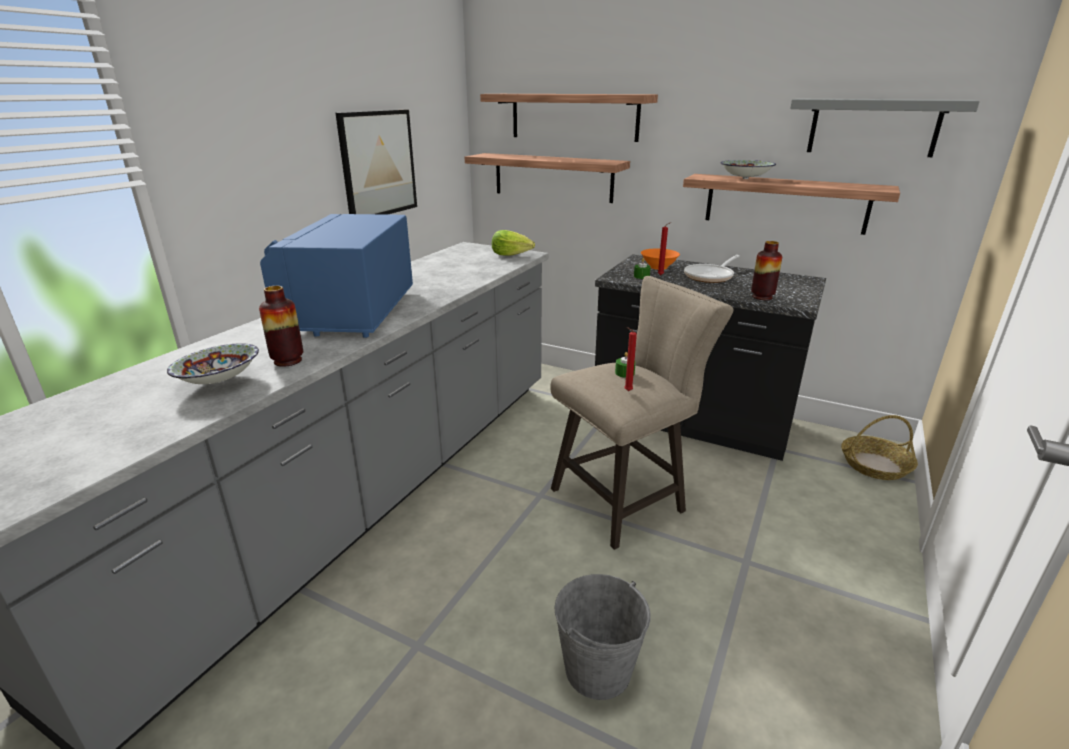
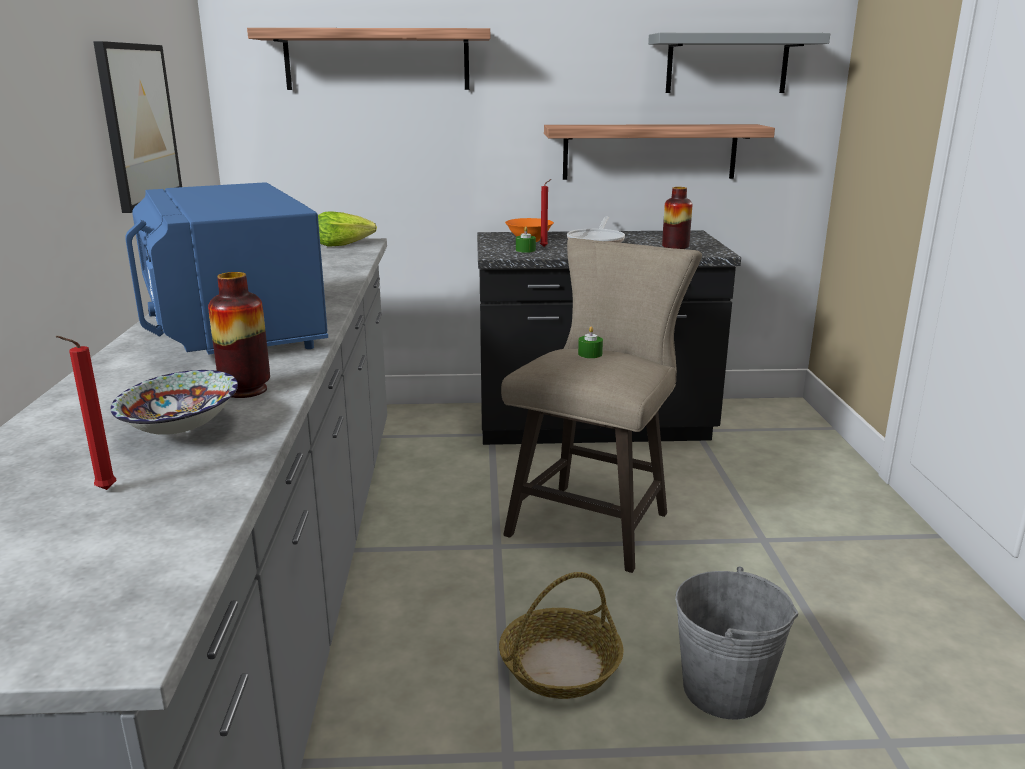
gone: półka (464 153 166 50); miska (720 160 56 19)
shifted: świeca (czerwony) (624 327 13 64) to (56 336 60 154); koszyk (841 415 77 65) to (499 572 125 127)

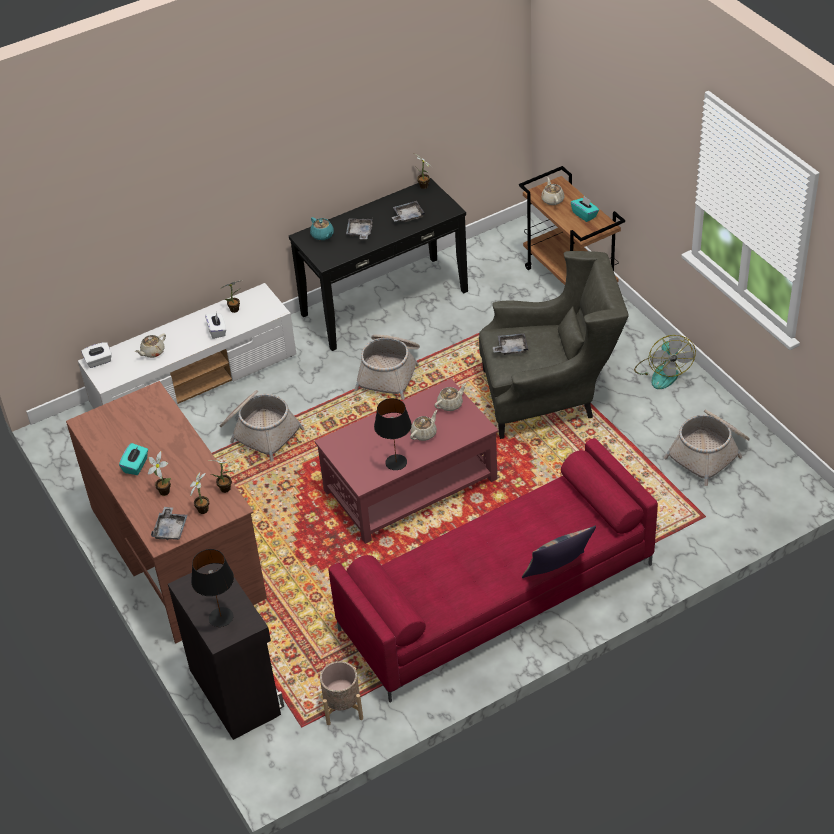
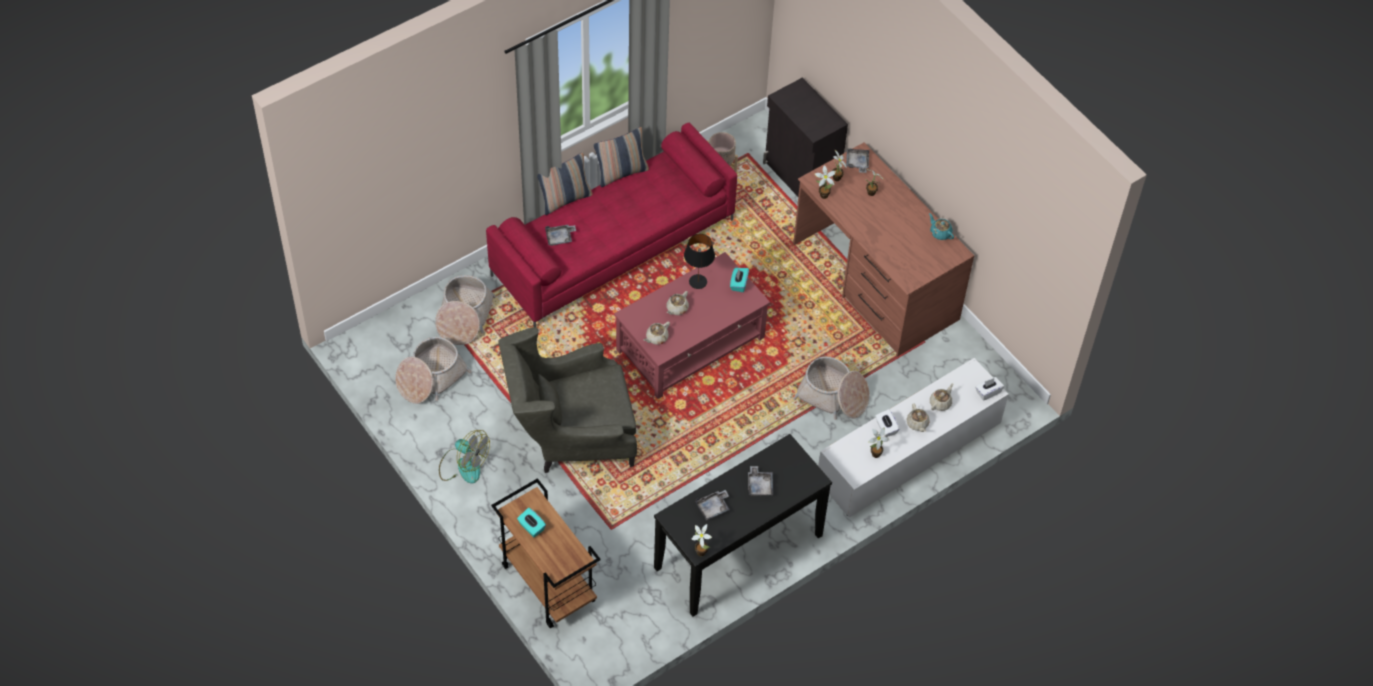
gone: lampa stołowa (czarny) (191 549 43 78)
new: poduszka (594 127 55 60)
shifted: imbryk (beżowy) (541 177 24 28) to (906 403 24 29); imbryk (turkusowy) (310 217 24 23) to (929 213 25 27); taca (szary) (493 333 35 22) to (545 225 31 21); koszyk (354 335 66 65) to (435 275 61 70); pudełko chusteczek (turkusowy) (119 443 29 32) to (730 268 19 24)
rotated: wentylator (634 335 62 54) = (439 430 51 54) 135 degrees clockwise

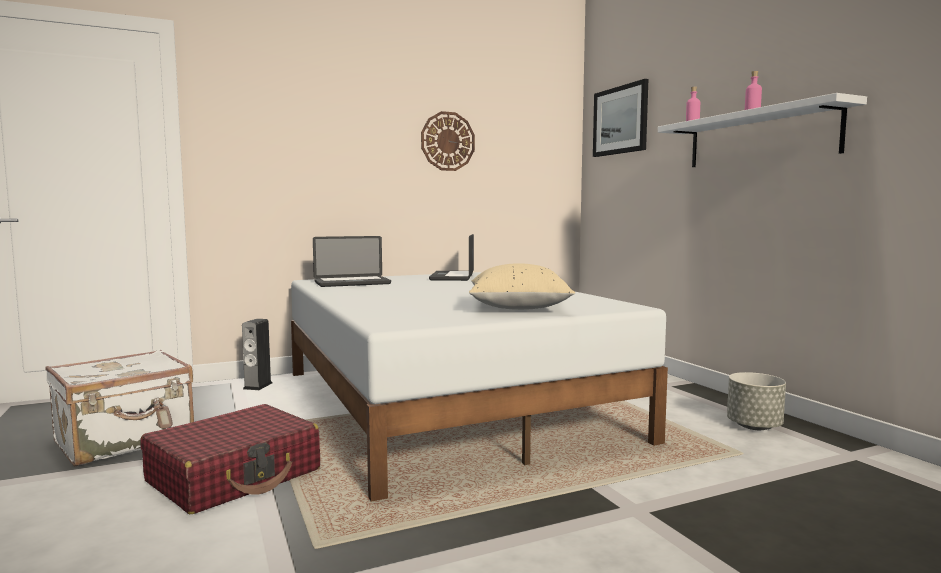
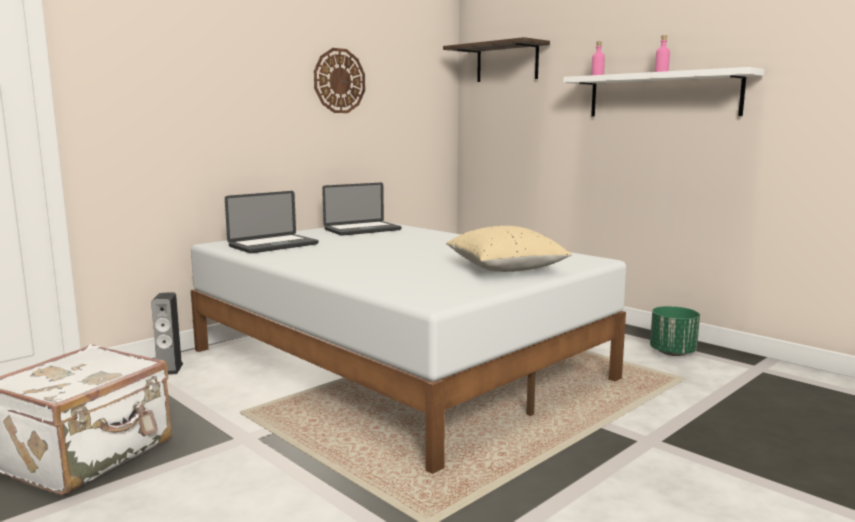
gone: walizka (czerwony) (141 404 179 110)
swapped: obraz (593 79 55 78) to półka (443 37 107 45)
repainted: donica (szary) (727 372 59 58) to donica (zielony) (650 306 50 50)
rotated: laptop (429 234 45 47) = (322 183 80 53) 105 degrees counterclockwise

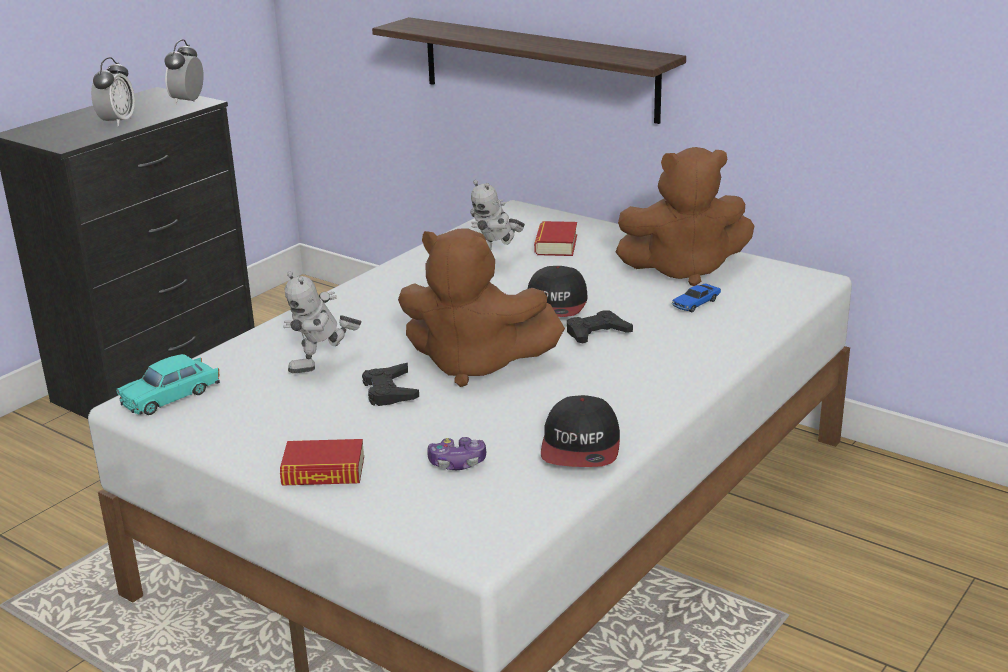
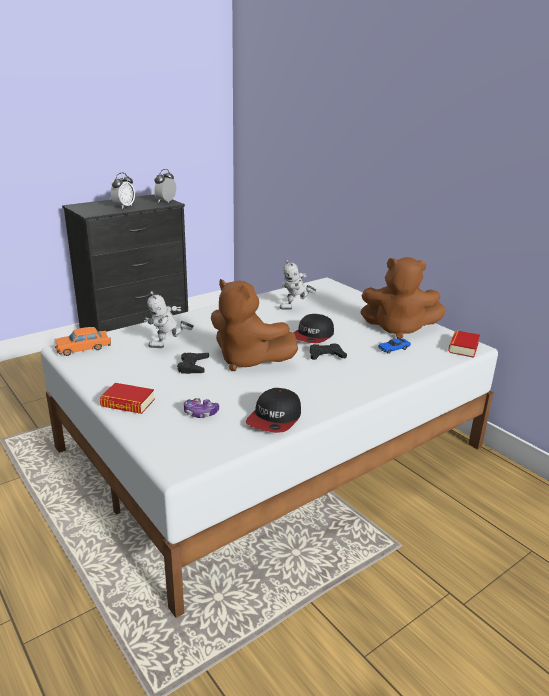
gone: półka (372 17 314 107)
shifted: książka (534 221 43 35) to (448 331 32 27)
repainted: samochodzik (turkusowy) (116 354 104 61) to samochodzik (pomarańczowy) (55 327 56 29)

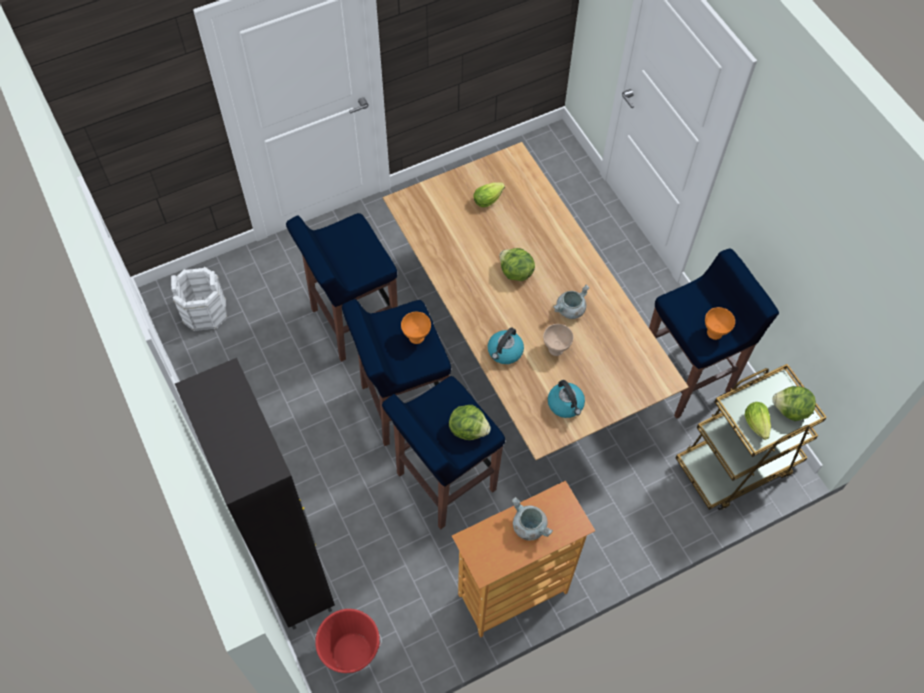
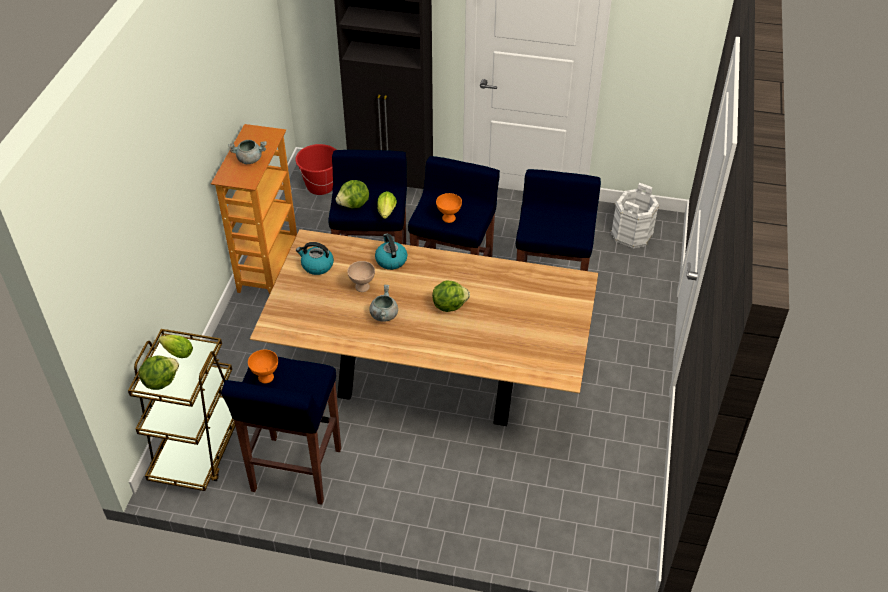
shifted: sałata (474 183 31 24) to (377 191 20 28)

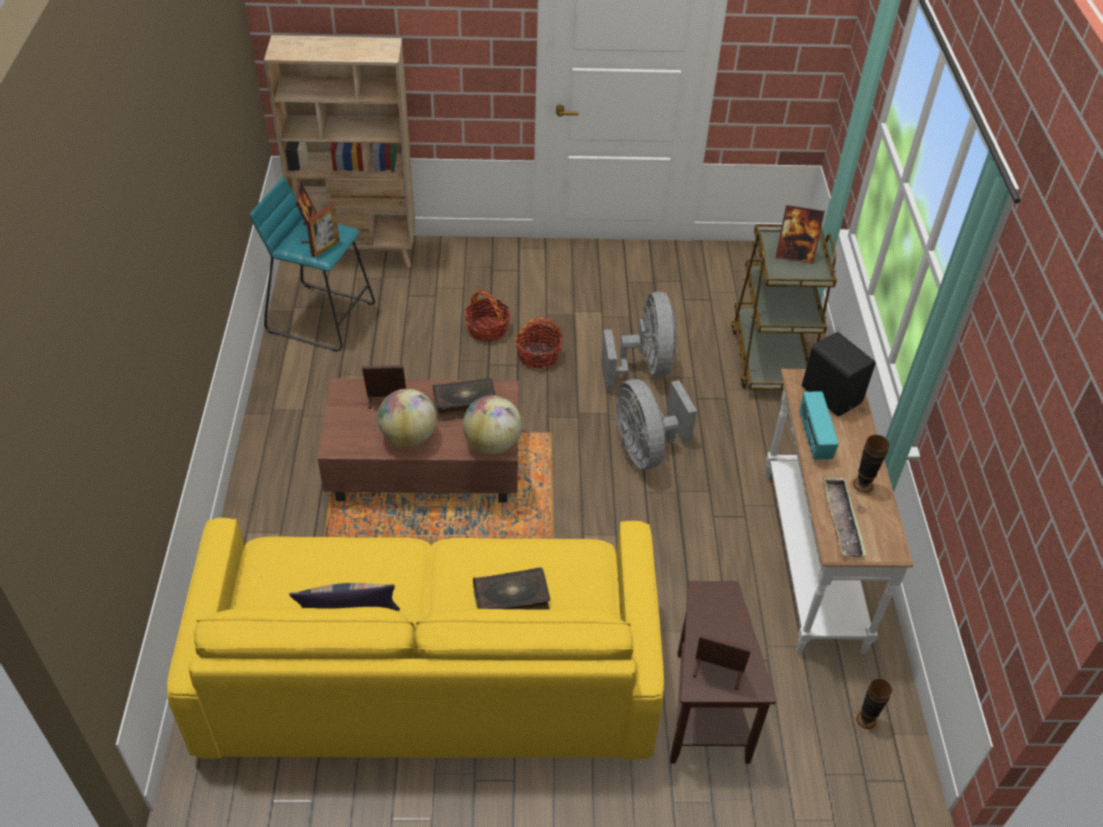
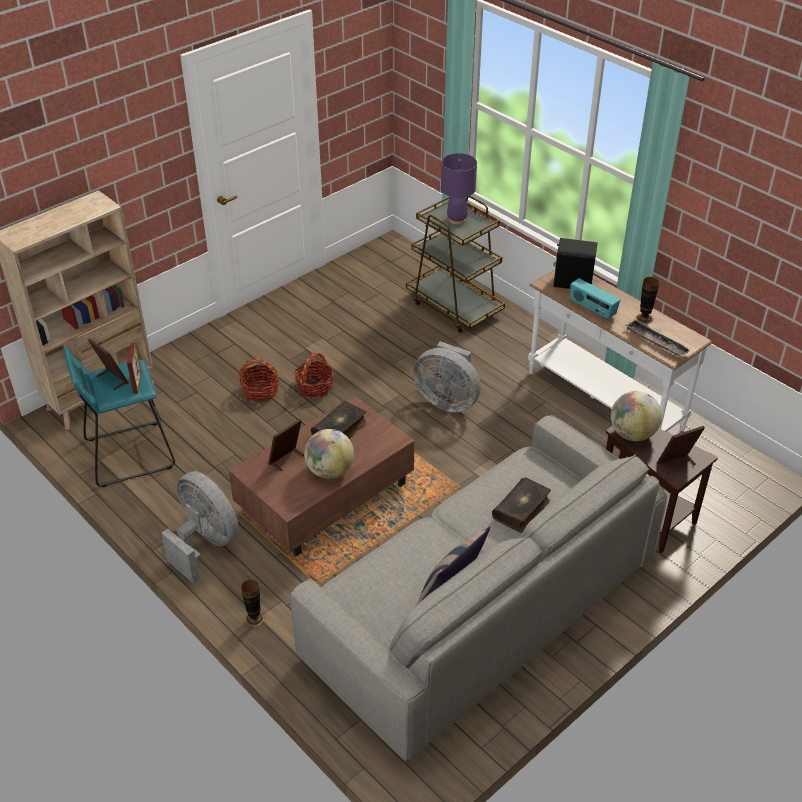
shifted: wentylator (szary) (601 292 76 99) to (162 471 77 113); globus (463 395 59 59) to (611 391 51 50); wazon (854 678 38 54) to (241 579 24 48)
swapped: ramka na zdjęcie (776 205 49 59) to lampa stołowa (fioletowy) (441 153 36 72)
repainted: kanapa (żółty) (167 518 497 242) to kanapa (szary) (290 415 377 347)

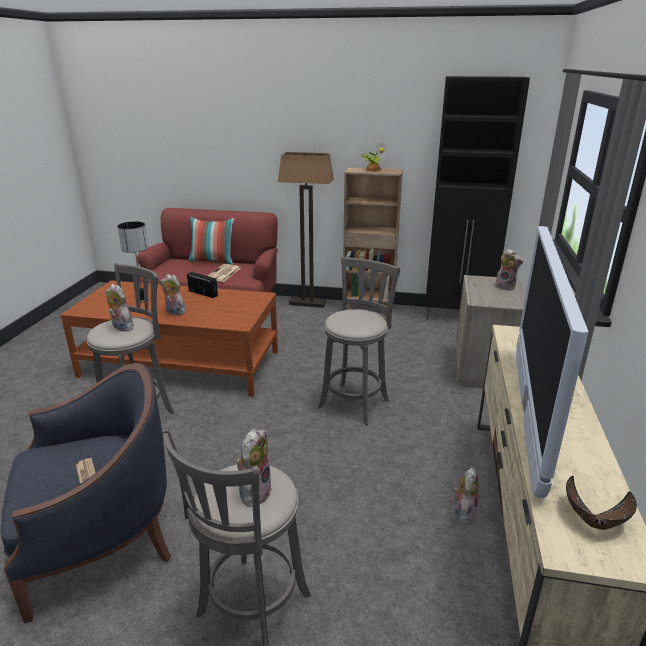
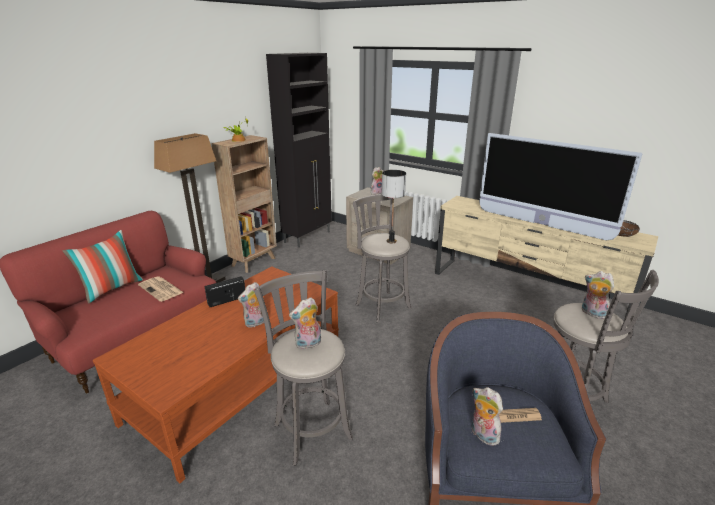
shifted: lampa stołowa (117 221 32 82) to (382 170 24 73); pluszak (454 468 24 56) to (472 387 31 59)

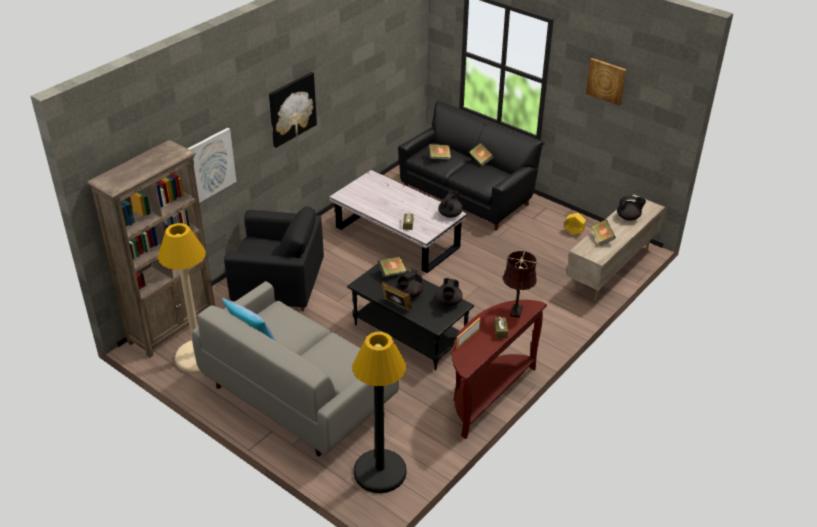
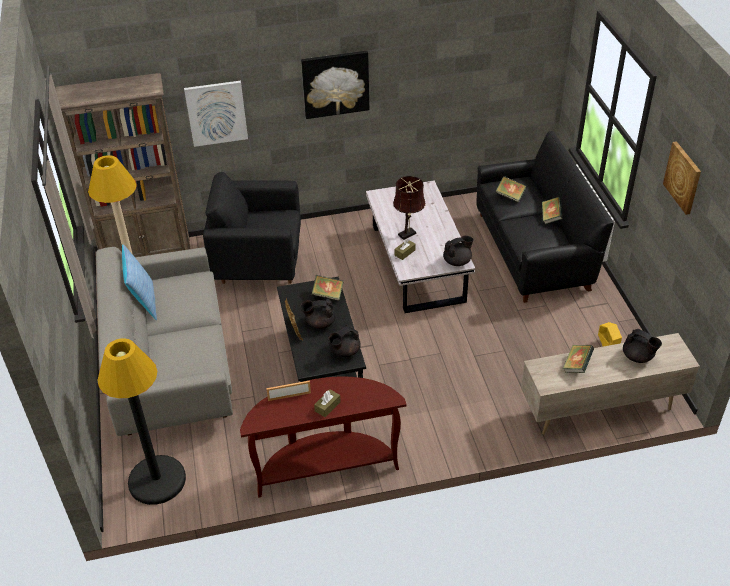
shifted: lampa stołowa (brązowy) (503 251 34 67) to (393 176 33 64)
rotated: fotel (czarny) (224 206 100 105) = (203 172 98 112) 135 degrees clockwise

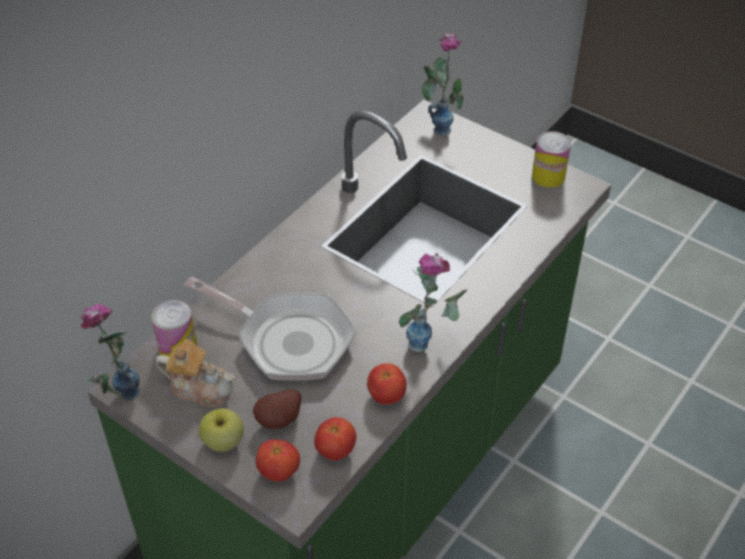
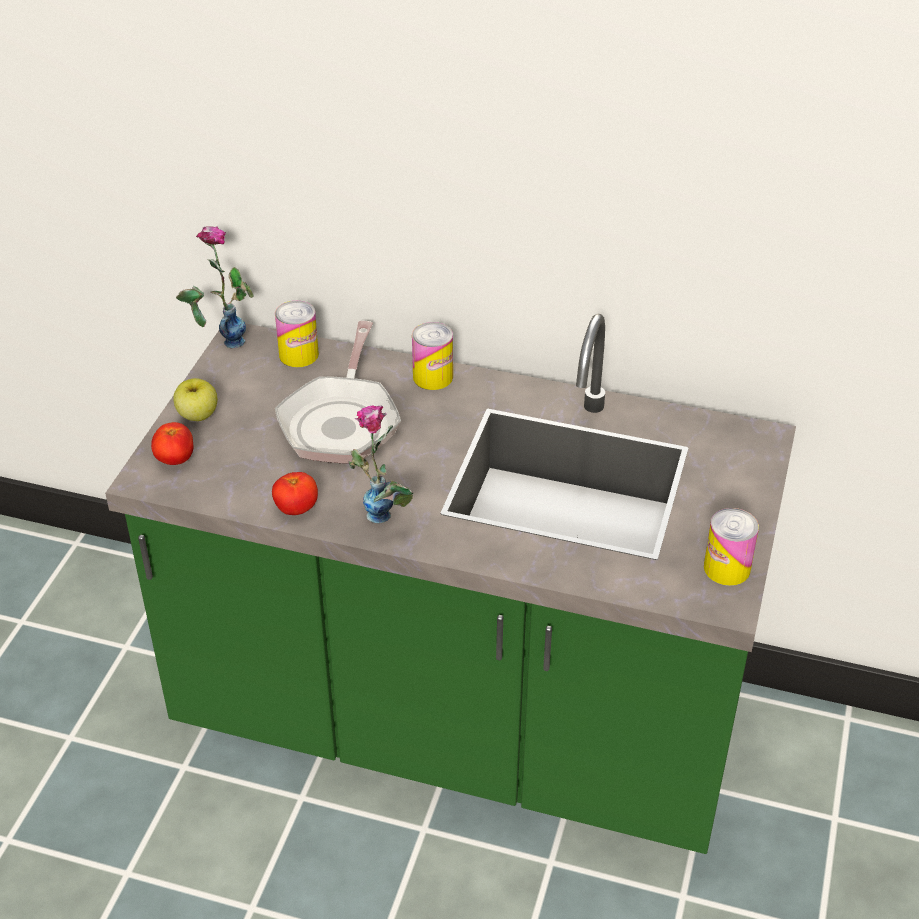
gone: wazon (422 34 42 101); imbryk (156 340 79 67); ziemniak (253 390 48 39); pomidor (314 417 42 43)
new: puszka (412 322 41 68)

